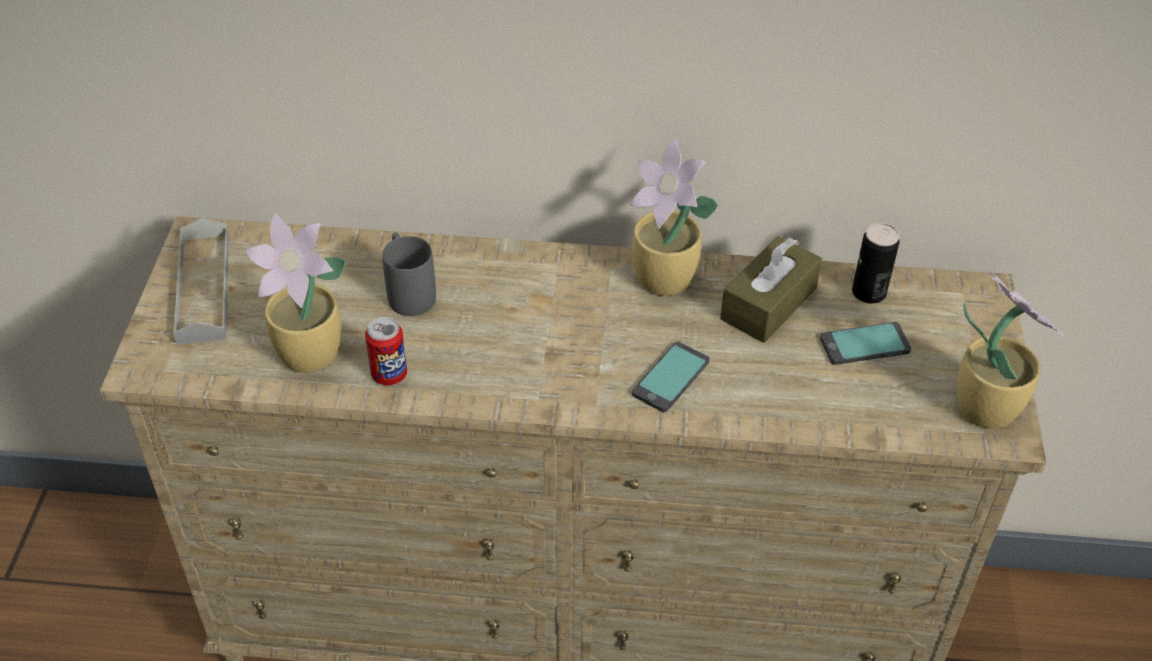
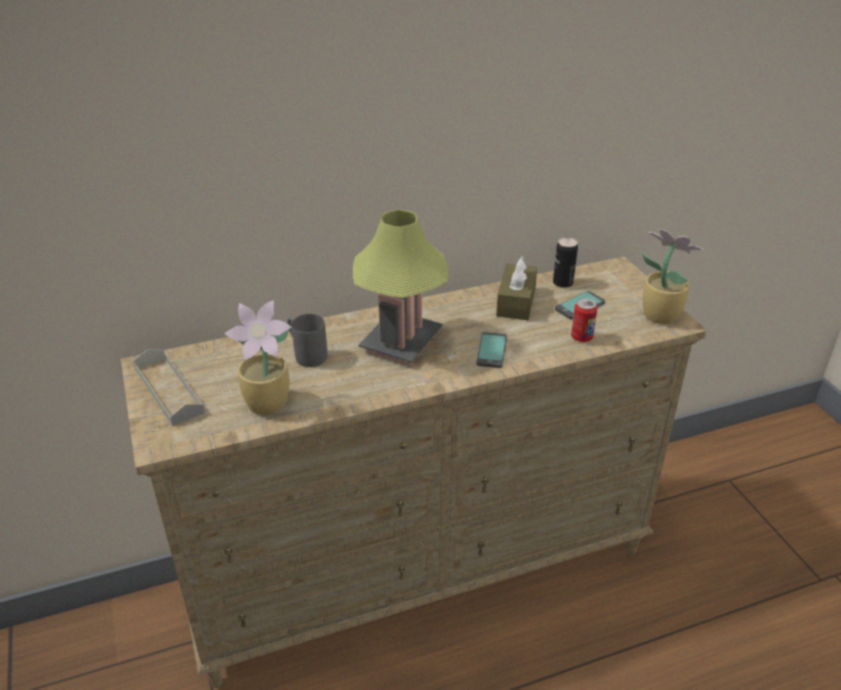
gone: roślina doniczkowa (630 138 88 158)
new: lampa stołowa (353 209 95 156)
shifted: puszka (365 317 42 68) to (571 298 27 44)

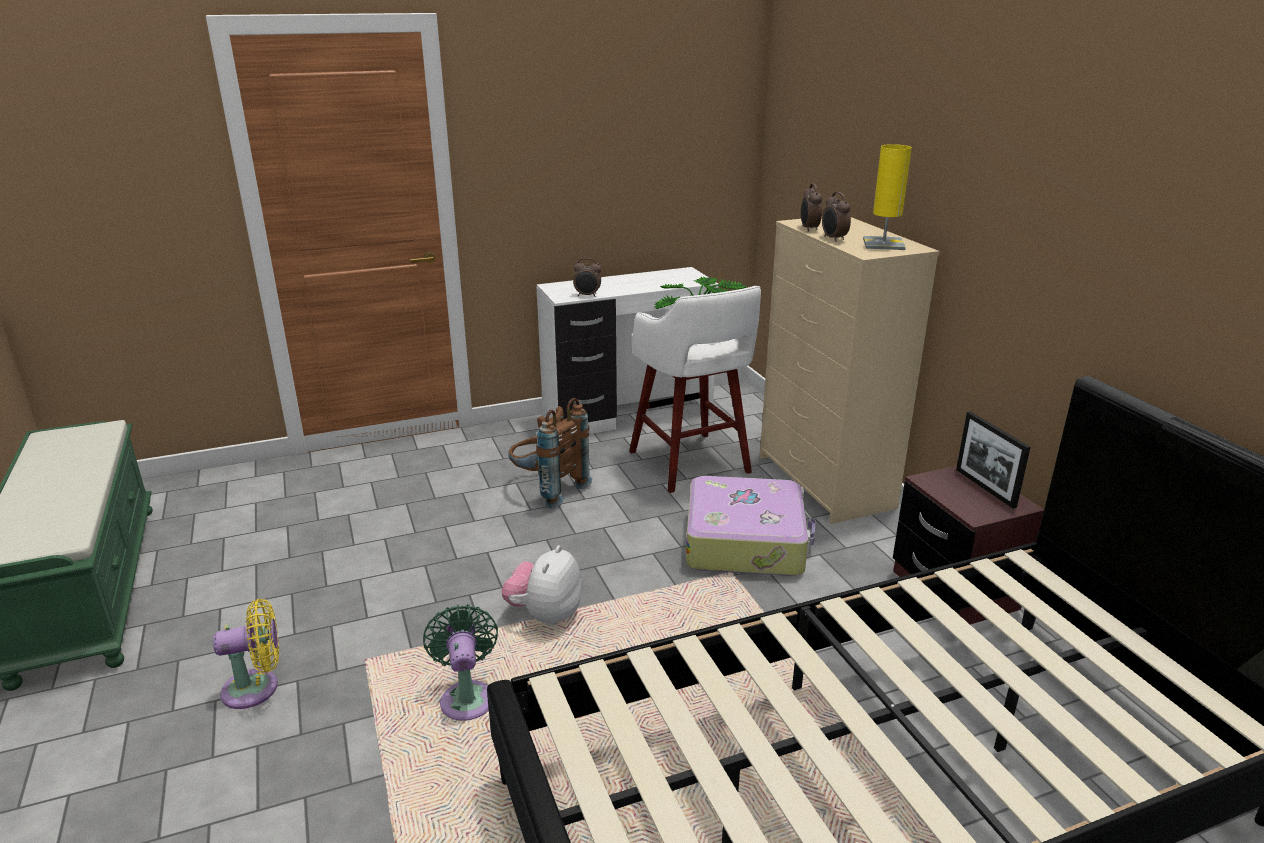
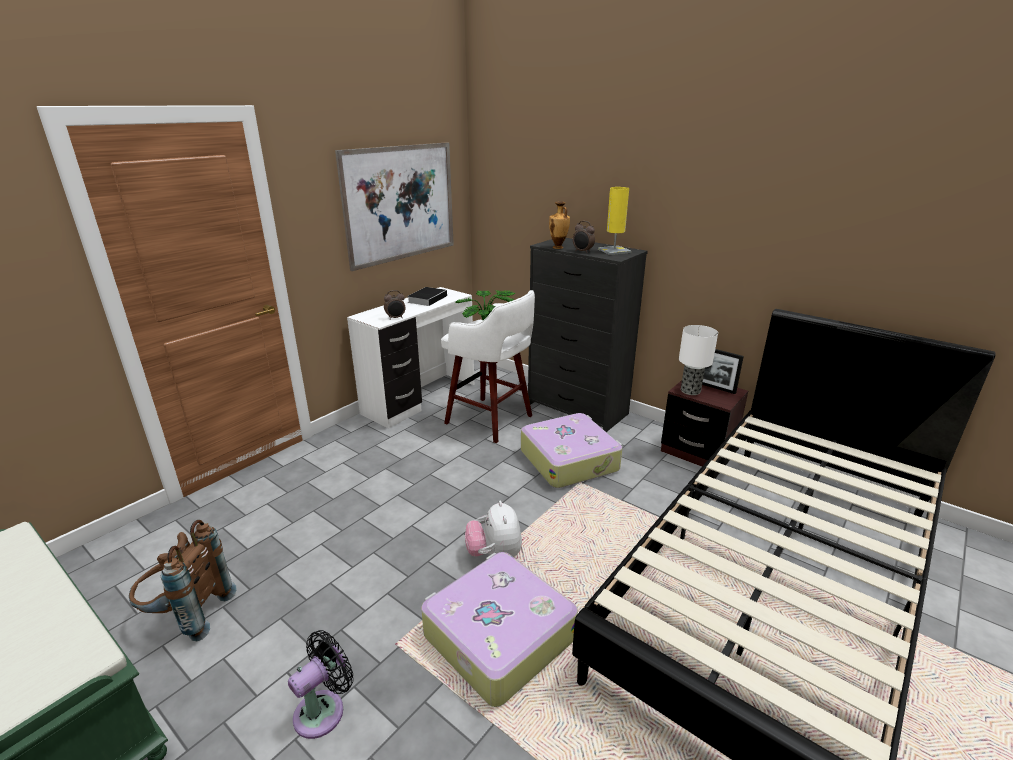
new: obraz (335 142 119 129); książka (407 287 40 19); lampa stołowa (679 325 39 70)
shifted: plecak (brązowy) (508 398 84 111) to (129 520 108 121)
swapped: budzik (801 183 21 49) to wazon (549 201 21 48); wentylator (zielony) (423 604 75 117) to walizka (421 552 157 155)
repainted: komoda (beżowy) (760 217 179 307) to komoda (czarny) (528 238 120 194); wentylator (żółty) (213 599 66 110) to wentylator (czarny) (288 630 65 109)

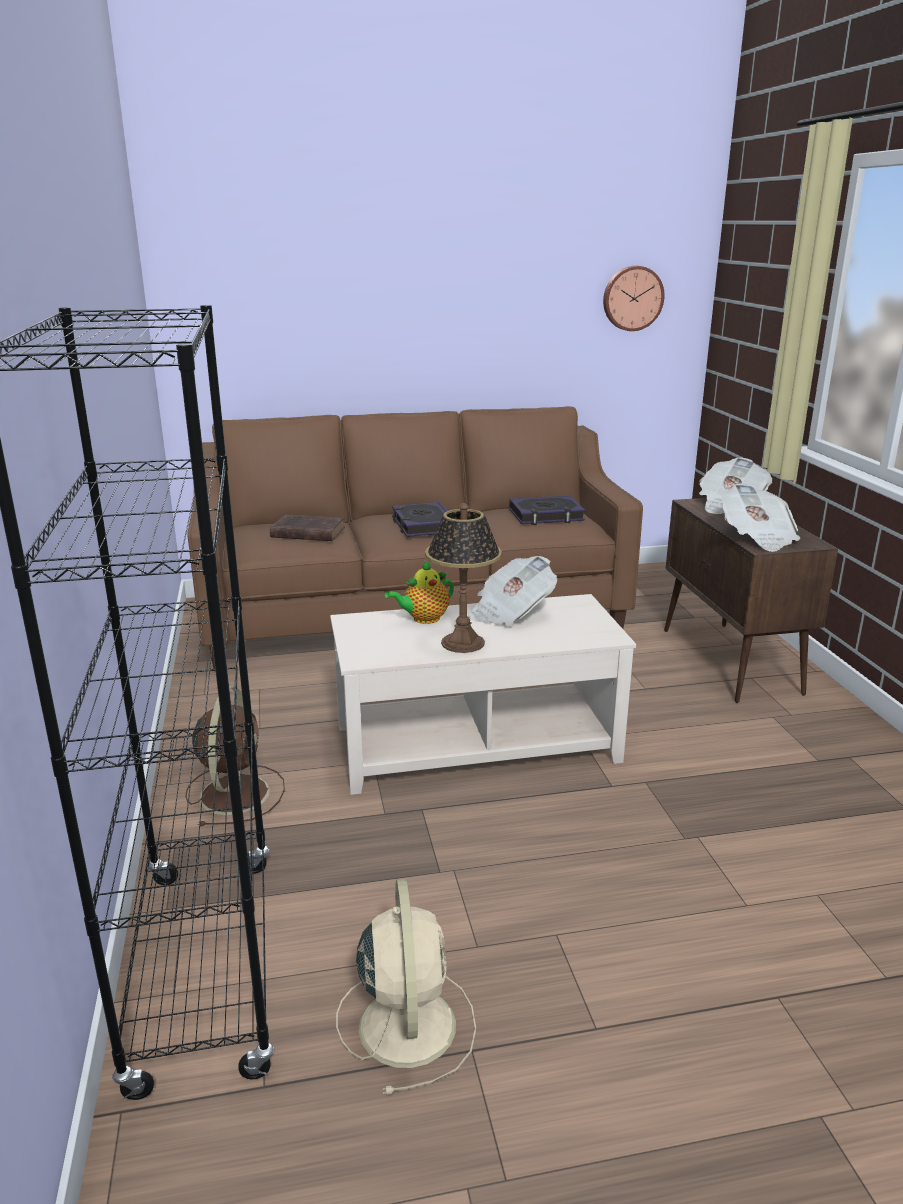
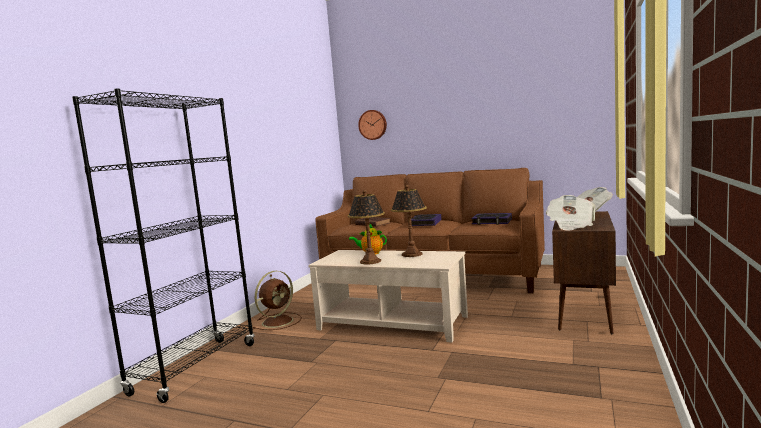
gone: wentylator (beżowy) (336 879 140 216)
shifted: zegar ścienny (603 266 62 65) to (358 110 29 30)
swapped: gazeta (468 556 89 70) to lampa stołowa (391 185 36 72)

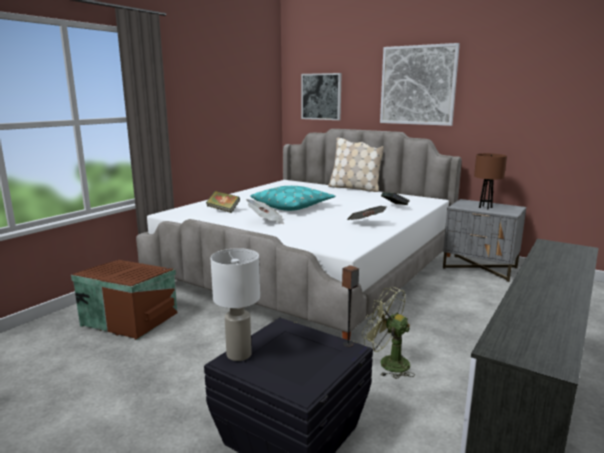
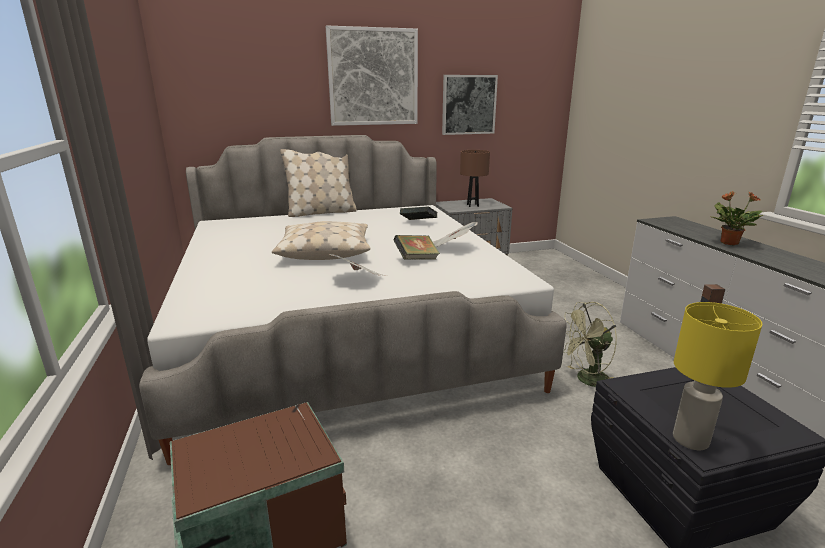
new: roślina doniczkowa (712 191 52 54)
shifted: obraz (301 73 41 47) to (442 75 56 60); książka (206 191 34 22) to (394 235 46 25)
repainted: poduszka (turkusowy) (250 186 85 25) to poduszka (beżowy) (272 221 98 39); lampa stołowa (biały) (211 248 49 113) to lampa stołowa (żółty) (673 302 90 148)

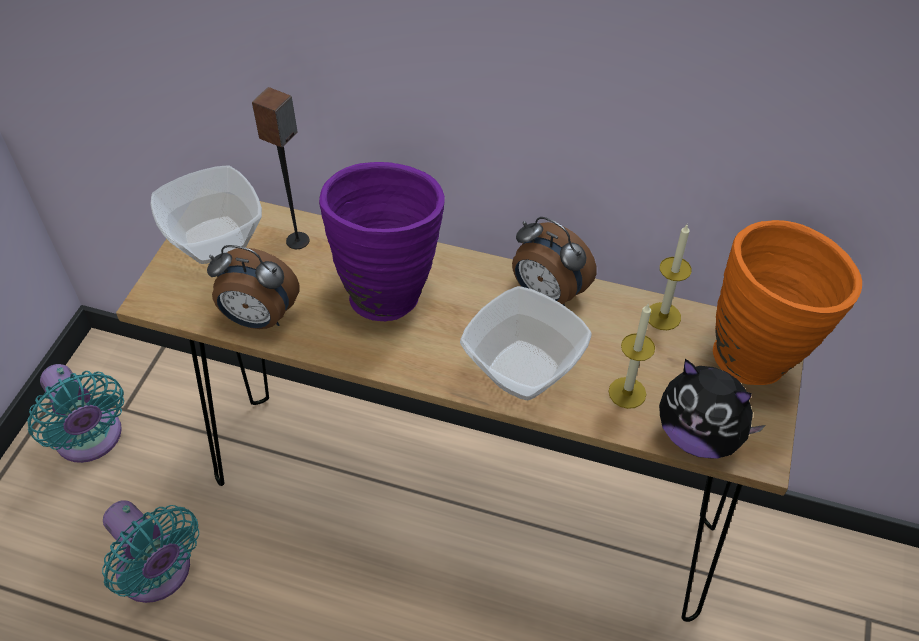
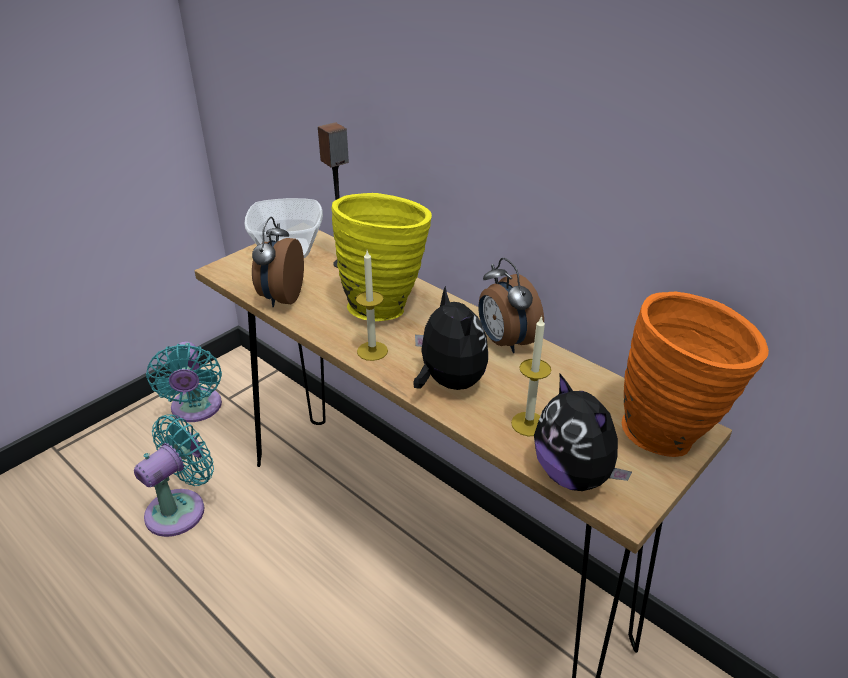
shifted: świeca (648 225 44 105) to (356 251 32 110)
swapped: miska (460 286 131 114) to pluszak (413 286 75 104)
repainted: wazon (fioletowy) (319 162 126 160) to wazon (żółty) (331 193 101 128)
rotated: budzik (207 245 92 84) = (252 217 52 90) 60 degrees clockwise; wentylator (turkusowy) (102 500 97 103) = (134 414 80 123) 120 degrees counterclockwise

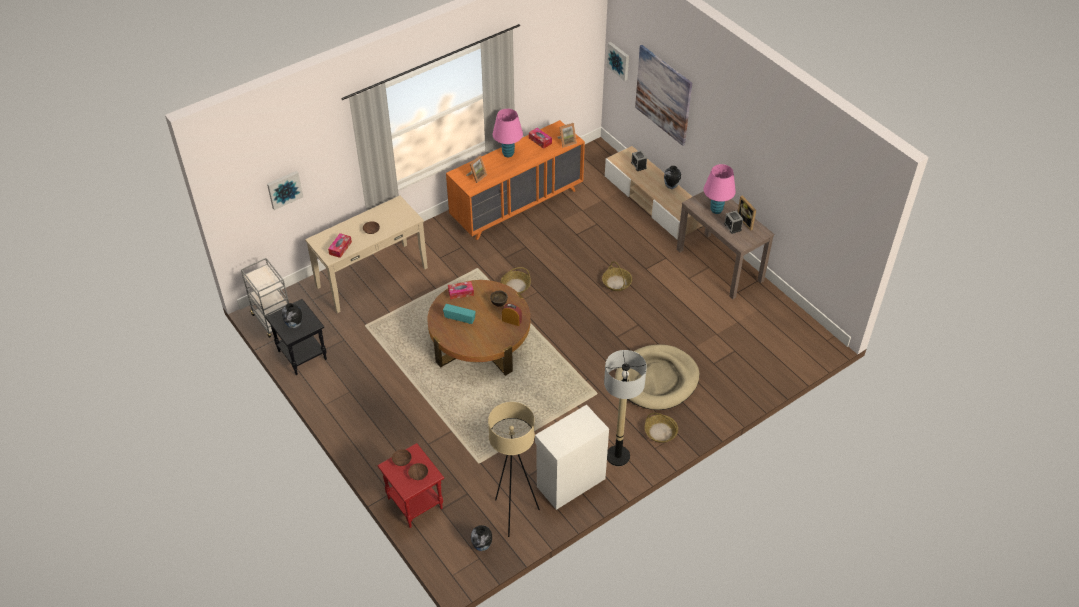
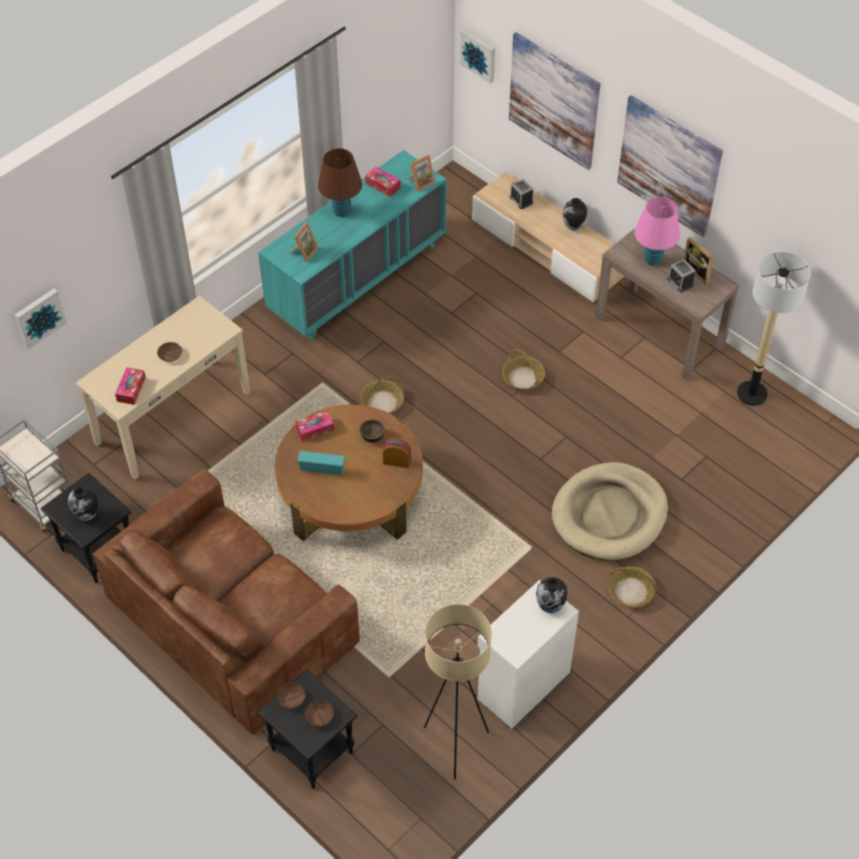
new: obraz (617 95 106 143); kanapa (brązowy) (93 469 267 266)
shifted: lampa stojąca (604 350 43 116) to (737 252 74 154); wazon (471 525 21 26) to (536 577 31 36)
repainted: lampa stołowa (różowy) (493 109 30 48) to lampa stołowa (brązowy) (318 148 44 69); komoda (pomarańczowy) (446 120 139 120) to komoda (turkusowy) (258 150 188 190); stolik (czerwony) (377 443 67 85) to stolik (czarny) (258 669 99 120)

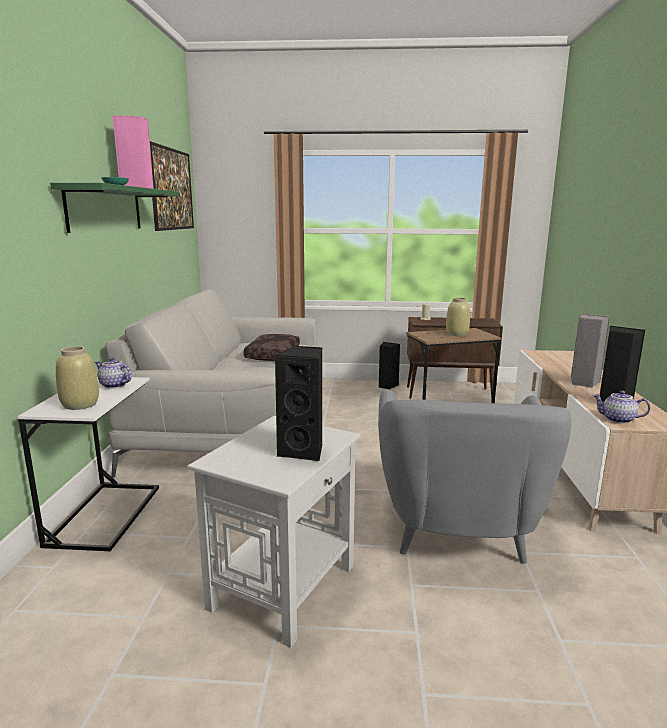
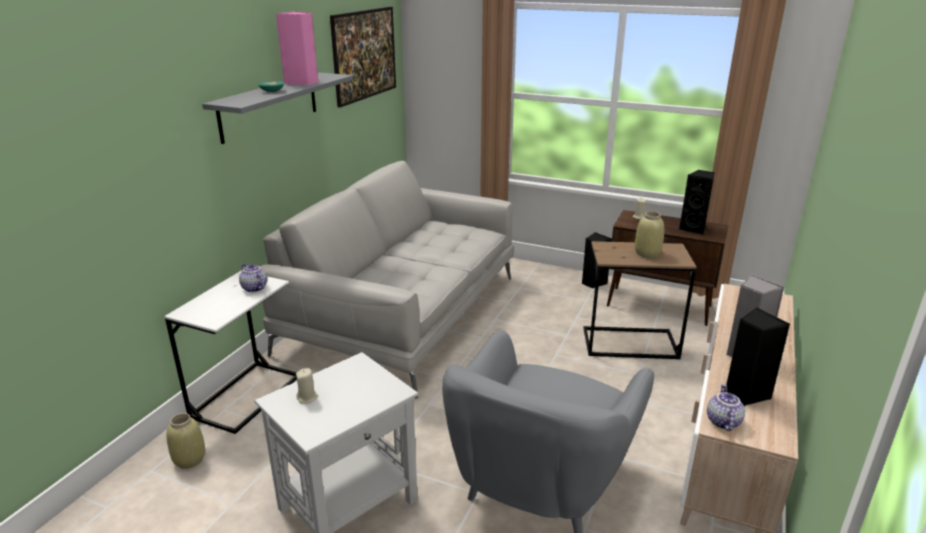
gone: poduszka (brązowy) (244 334 56 27)
new: świeca (beżowy) (296 368 22 36)
shifted: wazon (beżowy) (56 346 43 64) to (166 413 39 56); głośnik (czarny) (274 346 49 115) to (679 170 36 65)
repainted: półka (zielony) (50 183 129 50) to półka (szary) (202 72 151 72)
rotated: imbryk (593 390 57 34) = (707 384 38 47) 60 degrees clockwise

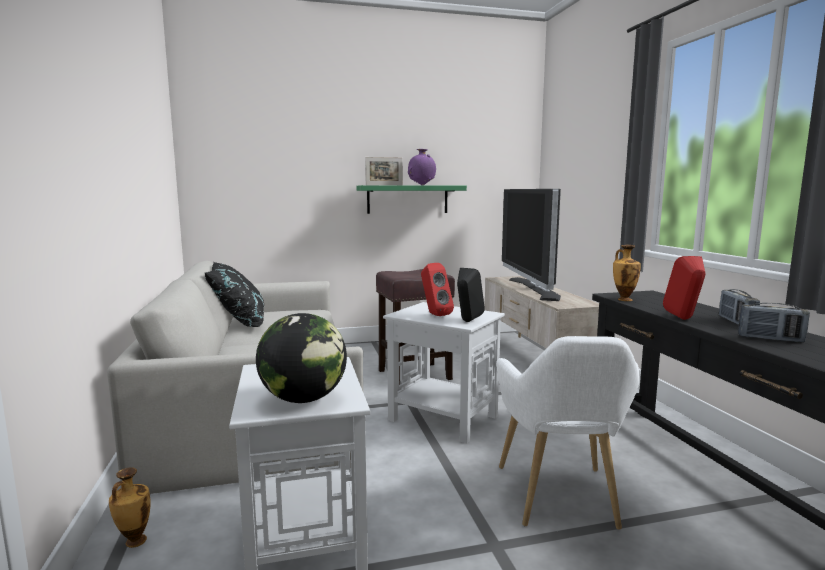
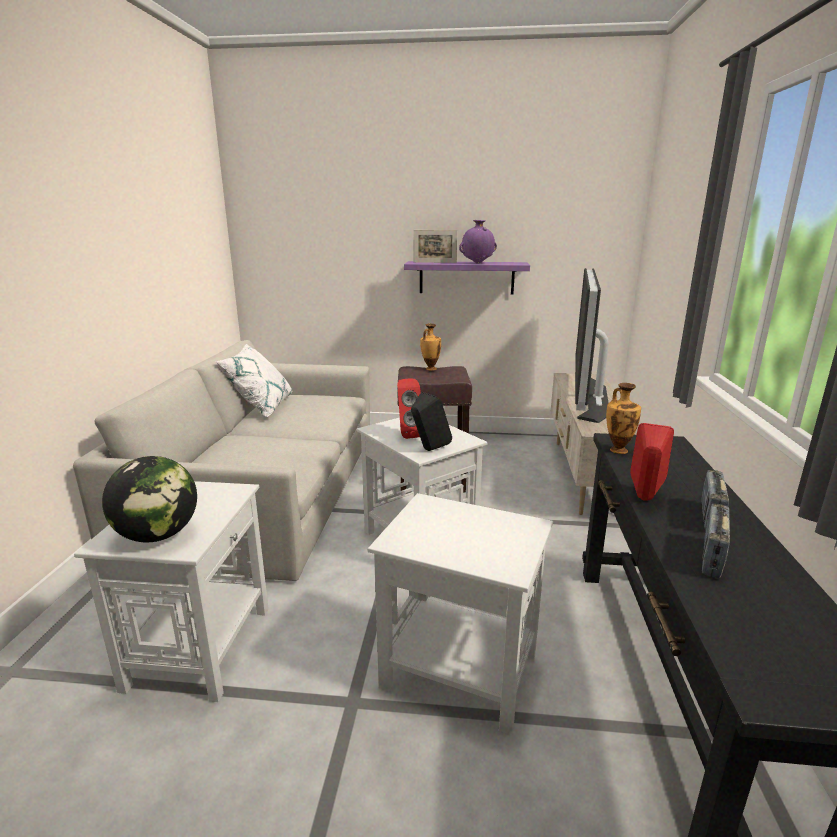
shifted: wazon (109 467 42 81) to (420 324 21 47)
swapped: fotel (biały) (496 336 144 194) to stolik (biały) (367 493 186 242)
repainted: półka (zielony) (357 185 110 29) to półka (fioletowy) (404 261 126 33); poduszka (czarny) (204 262 60 65) to poduszka (biały) (215 344 78 73)
rotated: radio (738 303 72 39) = (702 504 28 74) 75 degrees clockwise

